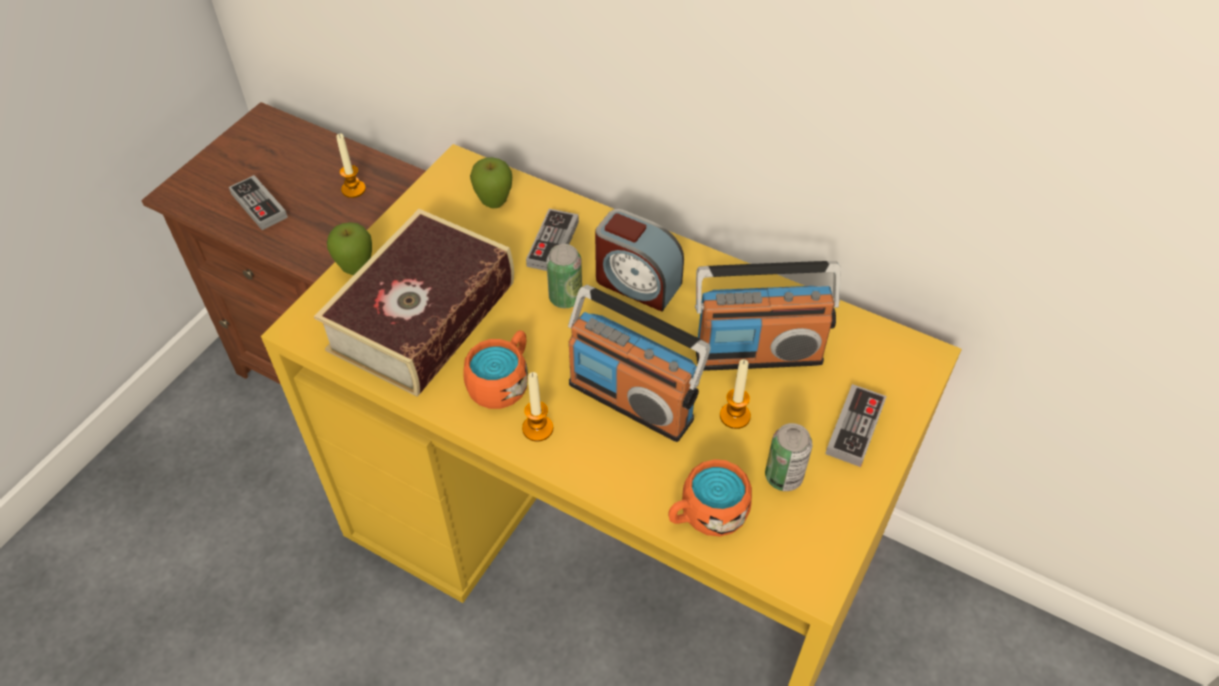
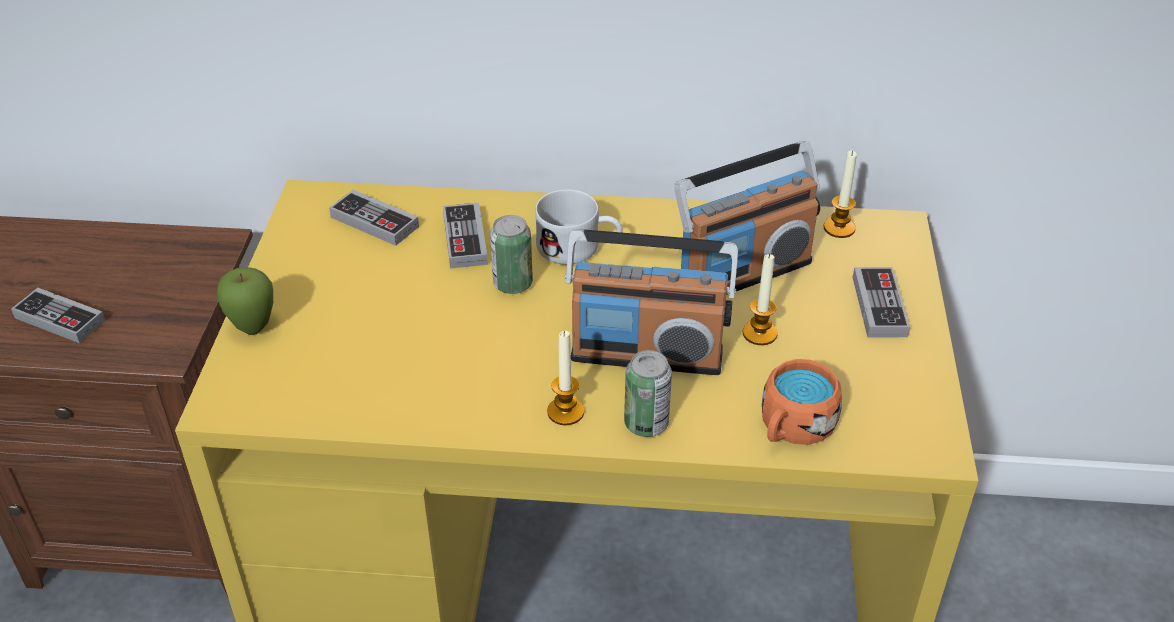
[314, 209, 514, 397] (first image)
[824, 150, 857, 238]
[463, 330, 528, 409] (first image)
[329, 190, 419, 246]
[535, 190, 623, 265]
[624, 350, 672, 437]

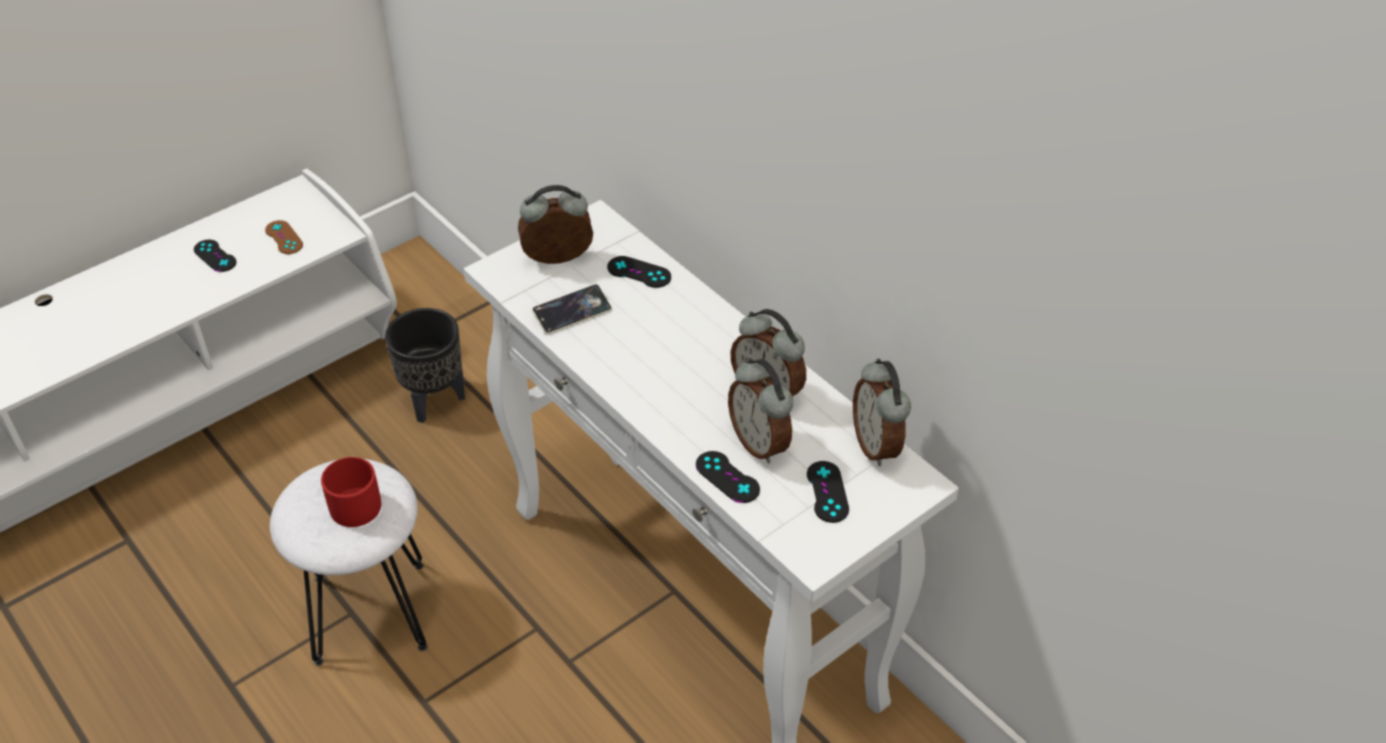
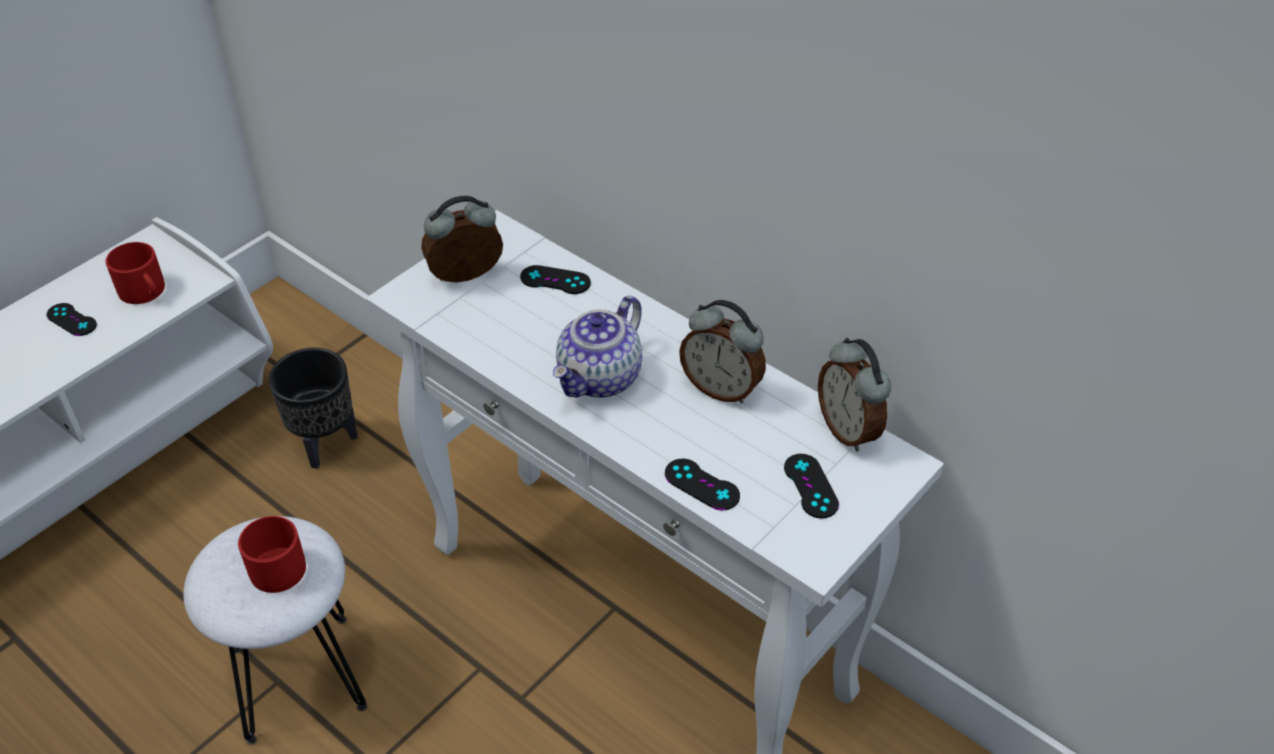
[106, 242, 165, 304]
[532, 284, 612, 335] (first image)
[728, 358, 793, 463] (first image)
[553, 296, 642, 398]

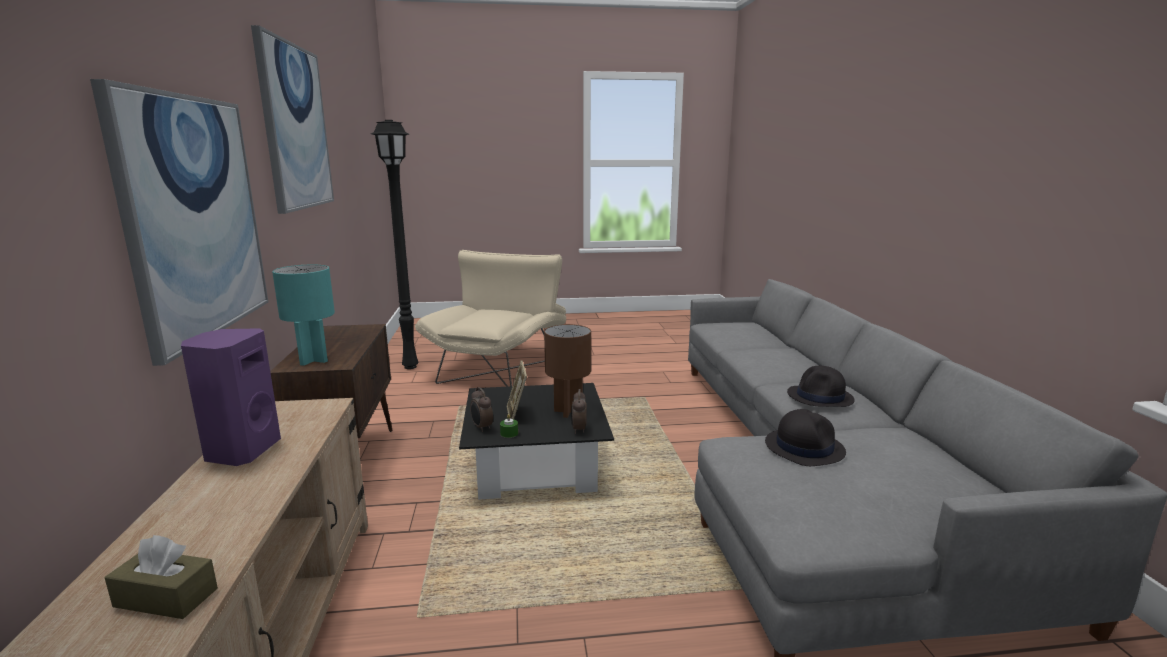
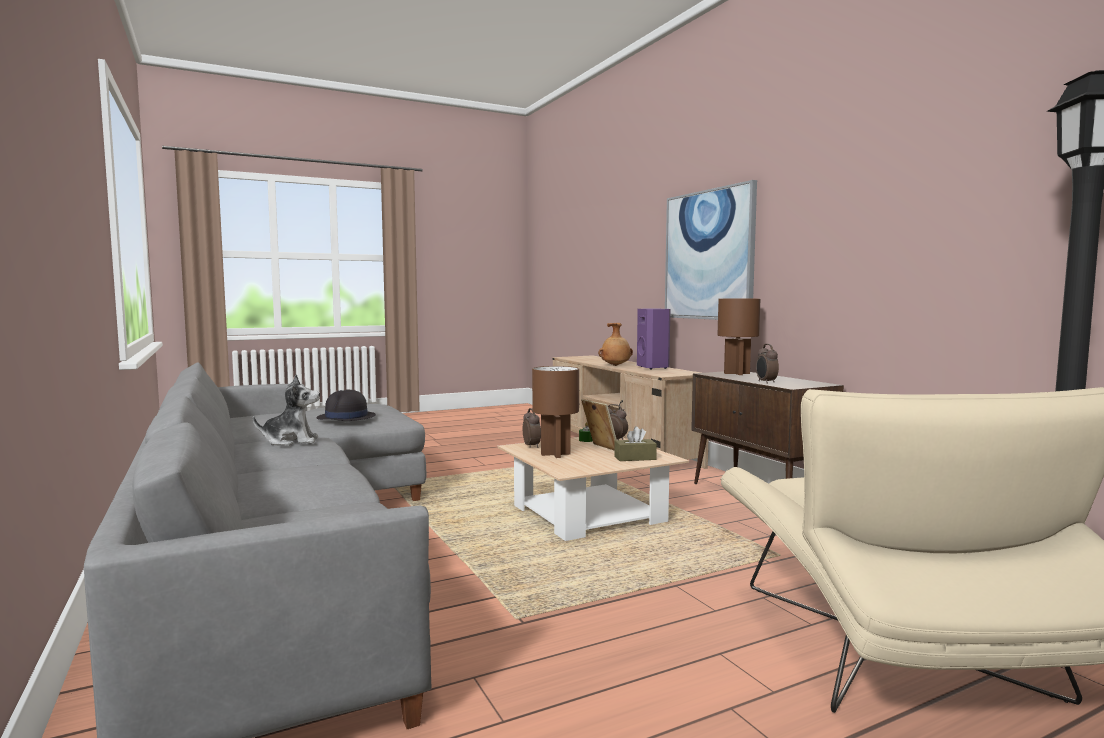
[614, 426, 657, 461]
[251, 25, 334, 214] (first image)
[718, 299, 760, 375]
[497, 437, 689, 541]
[253, 374, 320, 446]
[598, 323, 633, 366]
[756, 344, 779, 384]

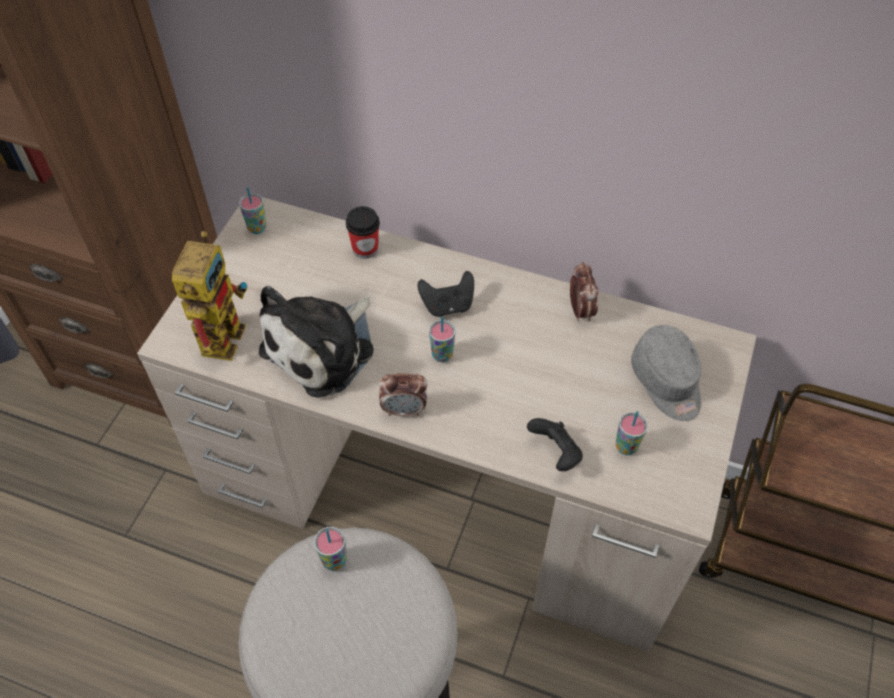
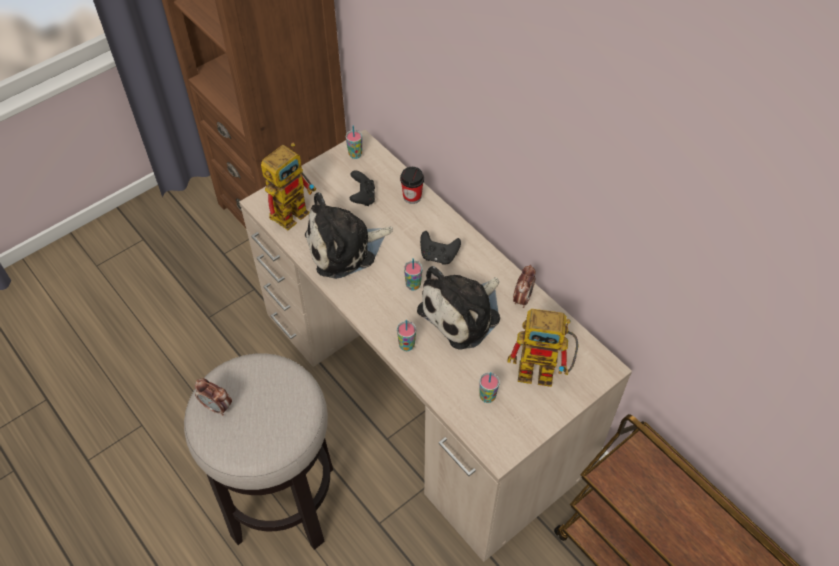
[397, 320, 416, 351]
[195, 378, 232, 415]
[349, 171, 375, 206]
[507, 309, 578, 387]
[417, 266, 500, 349]

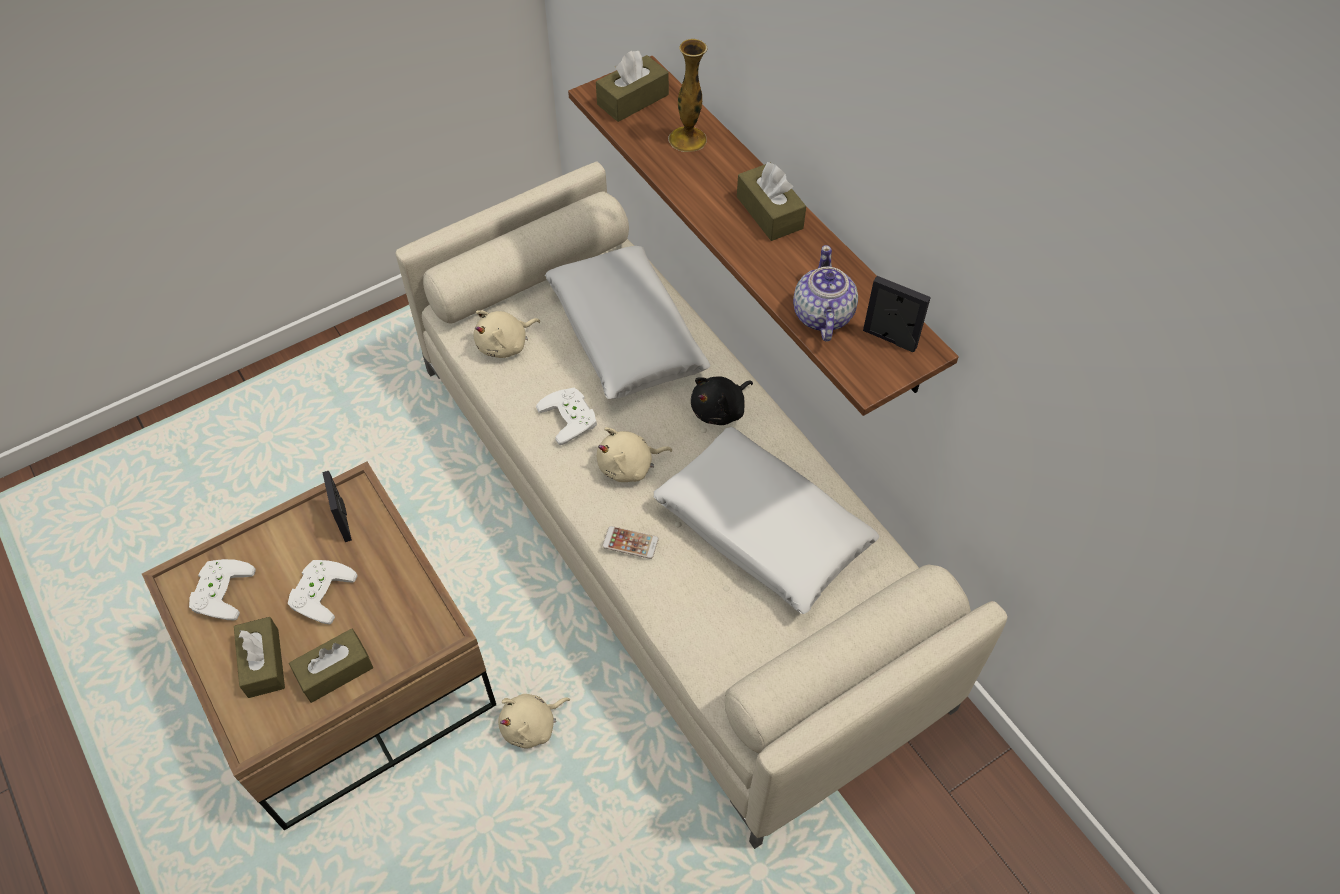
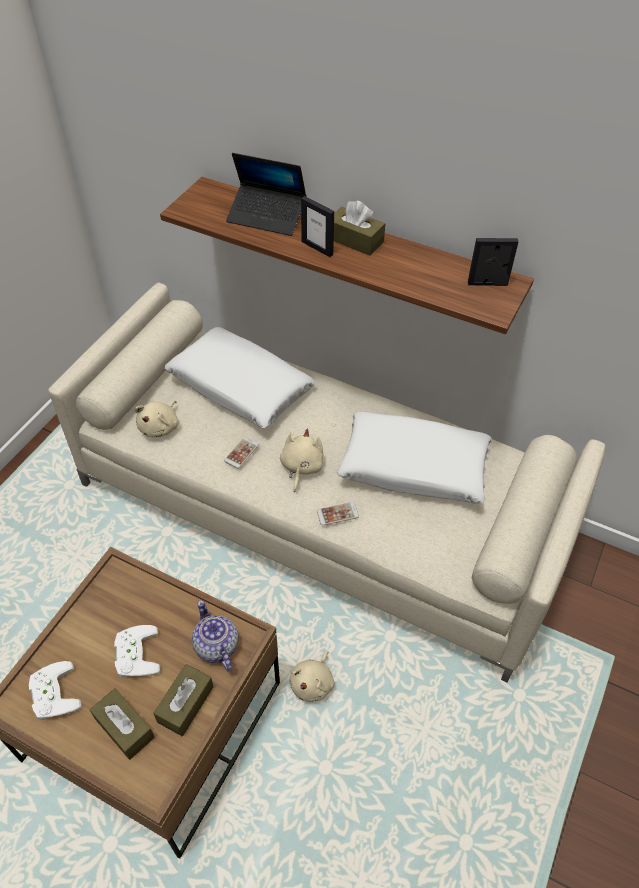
[301, 196, 334, 257]
[224, 437, 259, 468]
[596, 50, 669, 122] (first image)
[280, 428, 323, 492]
[226, 153, 307, 236]
[691, 376, 753, 425] (first image)
[192, 600, 239, 671]

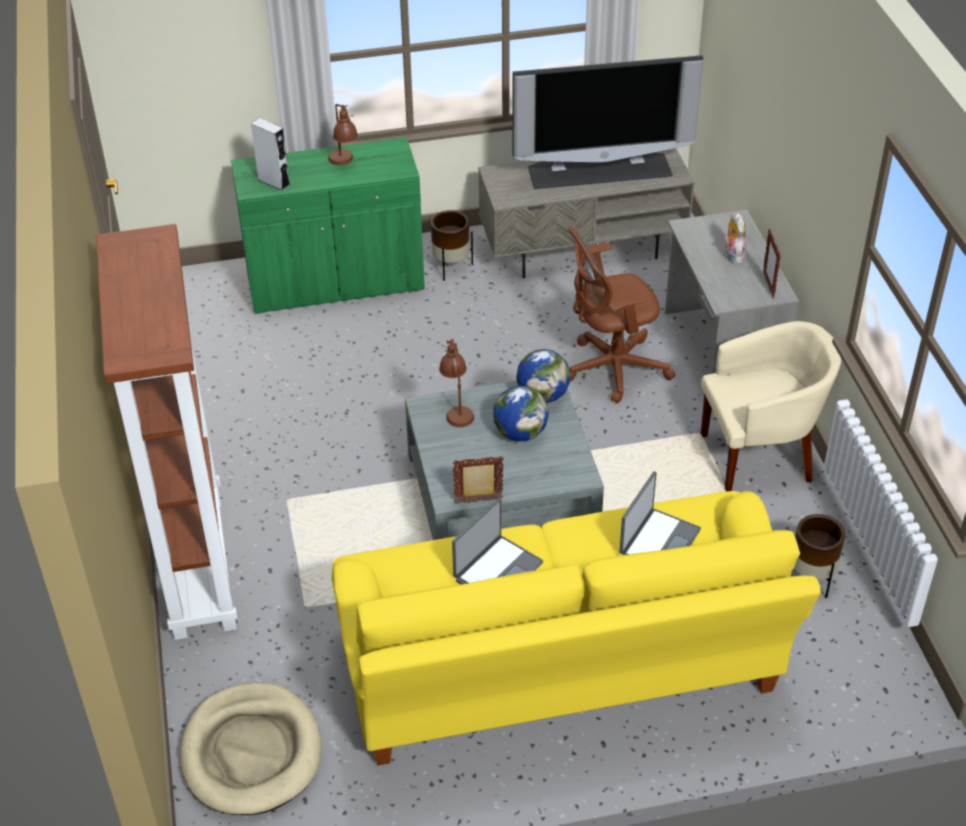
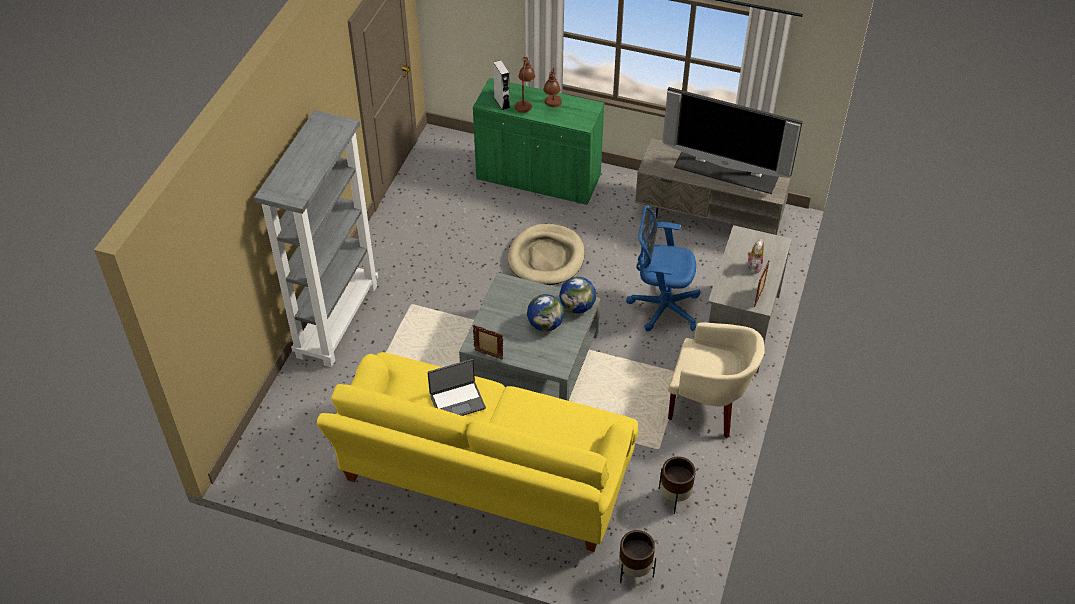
[254, 110, 378, 367]
[508, 224, 584, 285]
[619, 530, 656, 583]
[515, 57, 535, 113]
[626, 206, 701, 331]
[619, 471, 701, 555] (first image)

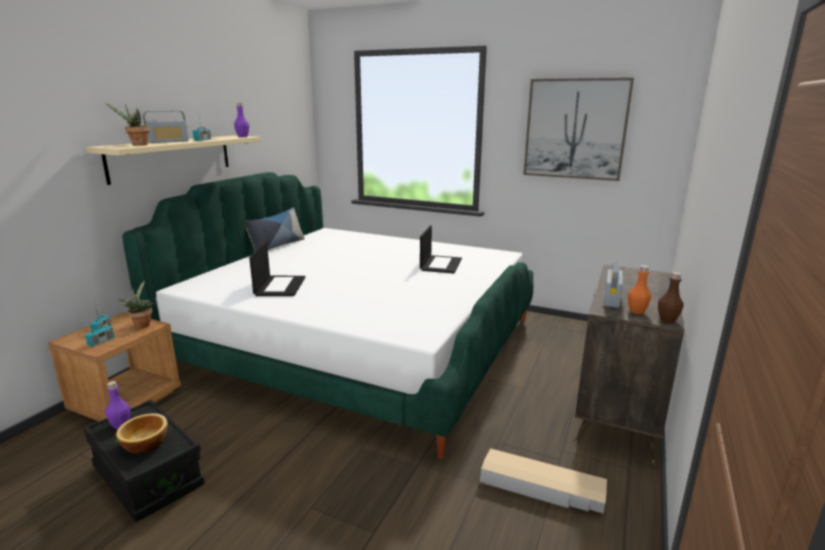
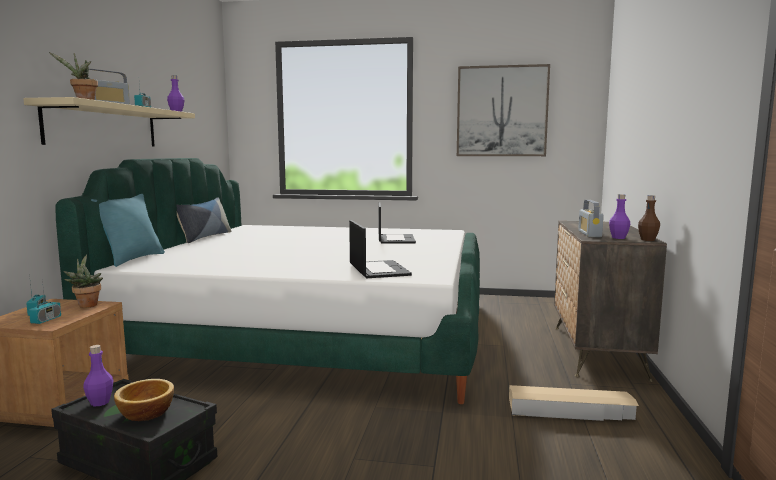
[349, 220, 412, 278]
[609, 194, 630, 239]
[91, 194, 165, 267]

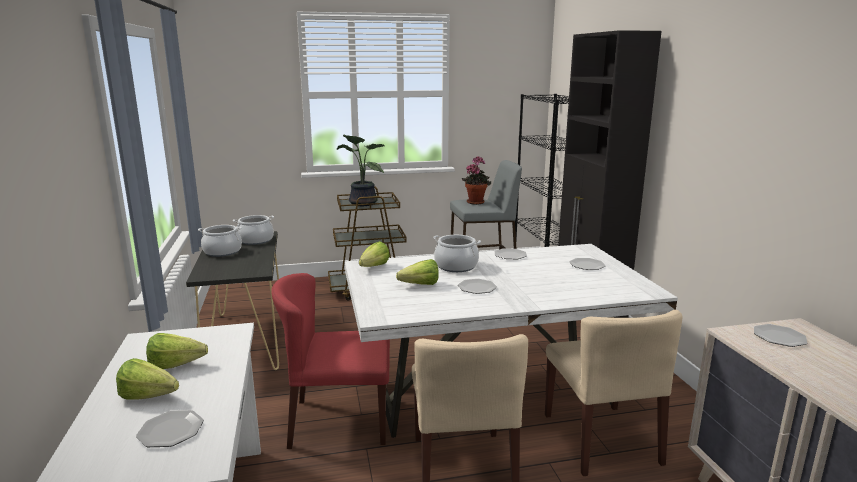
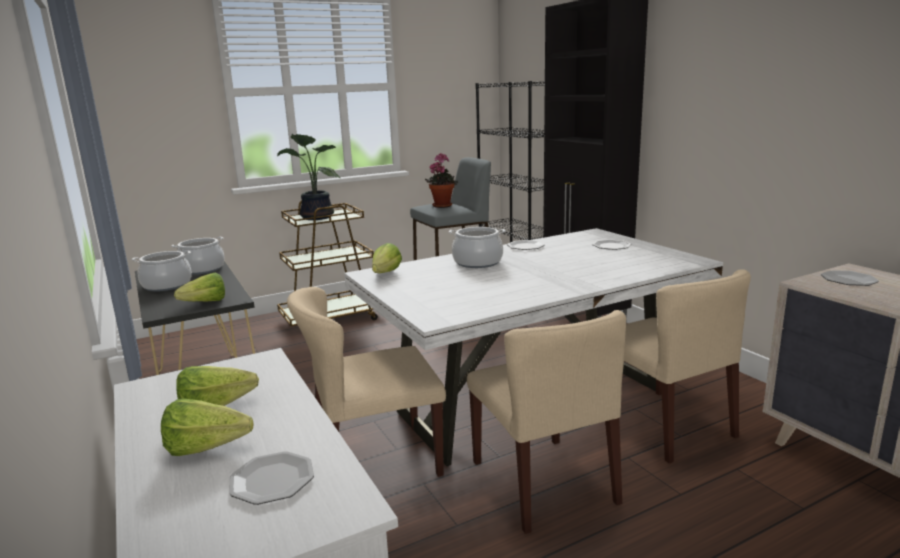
[287, 287, 446, 477]
[174, 273, 225, 301]
[458, 279, 497, 294] (first image)

